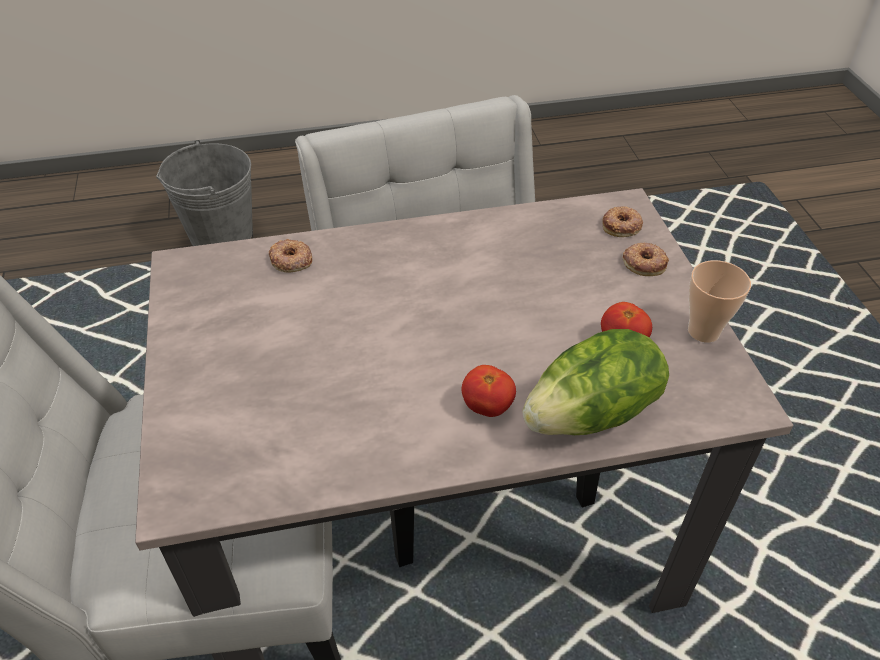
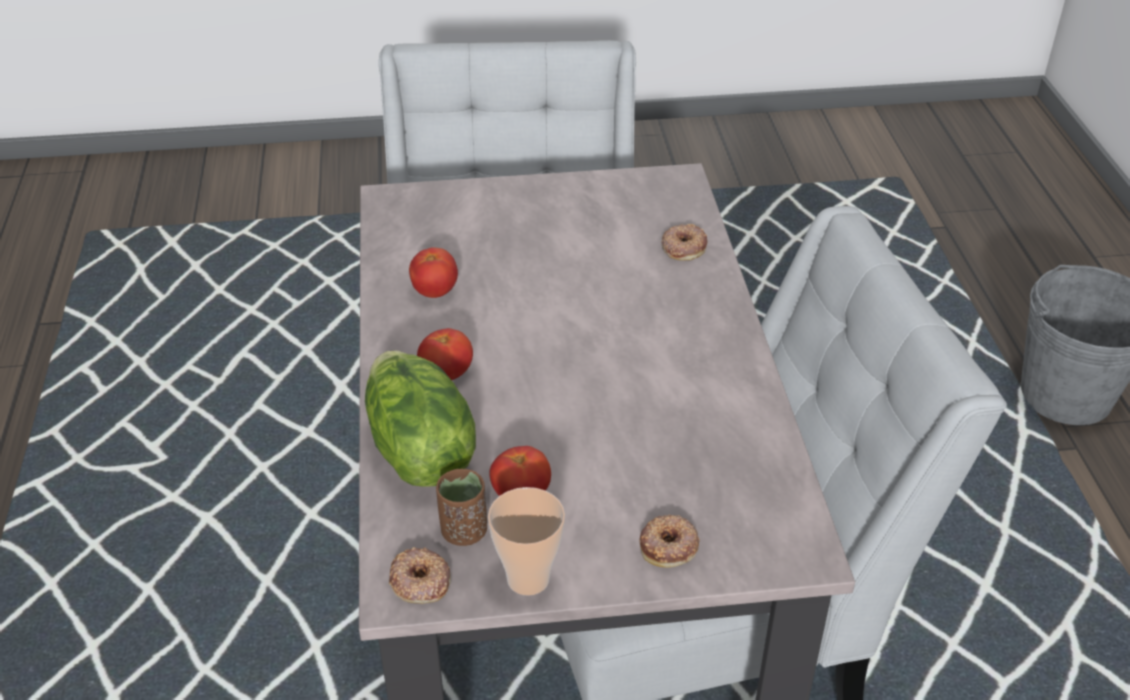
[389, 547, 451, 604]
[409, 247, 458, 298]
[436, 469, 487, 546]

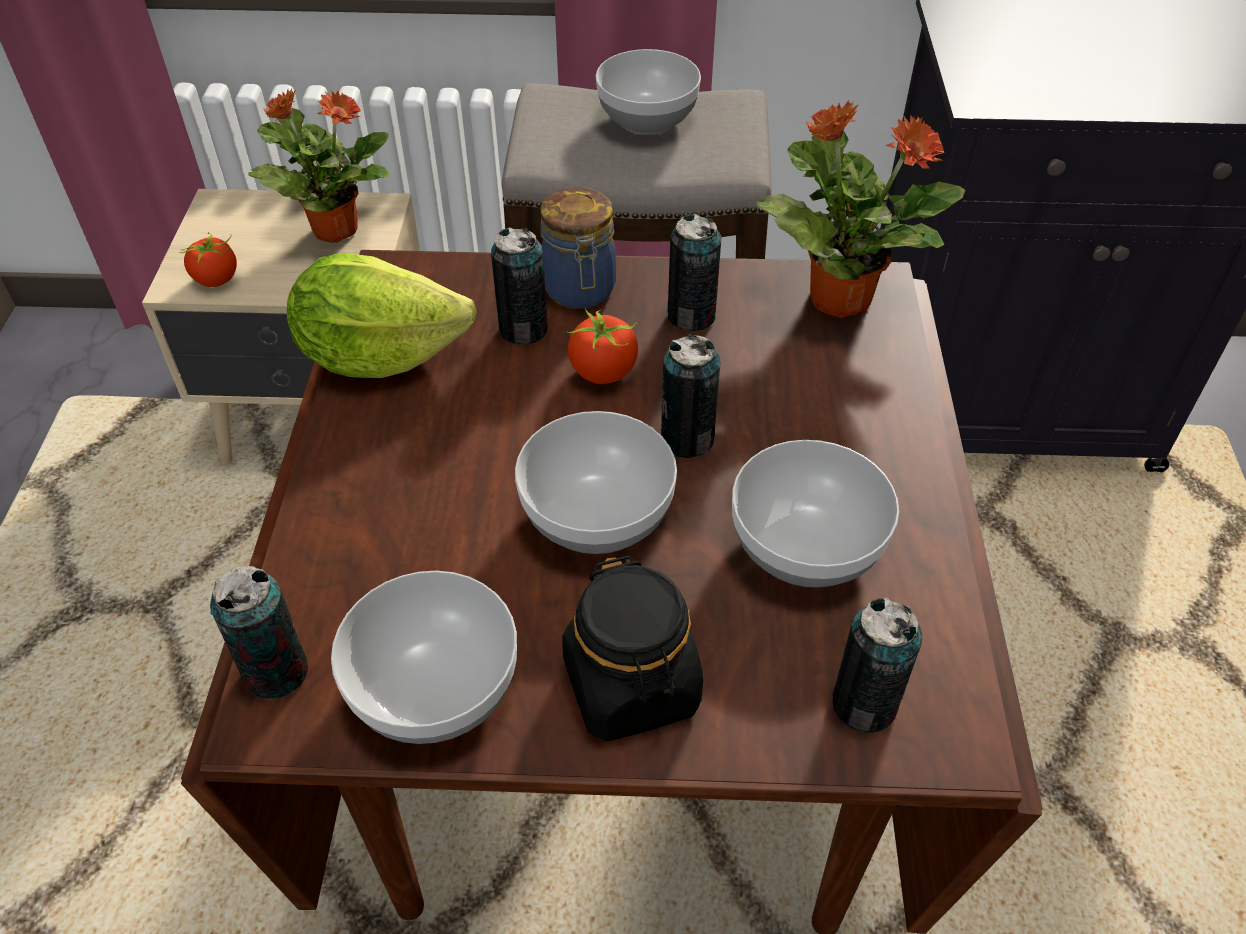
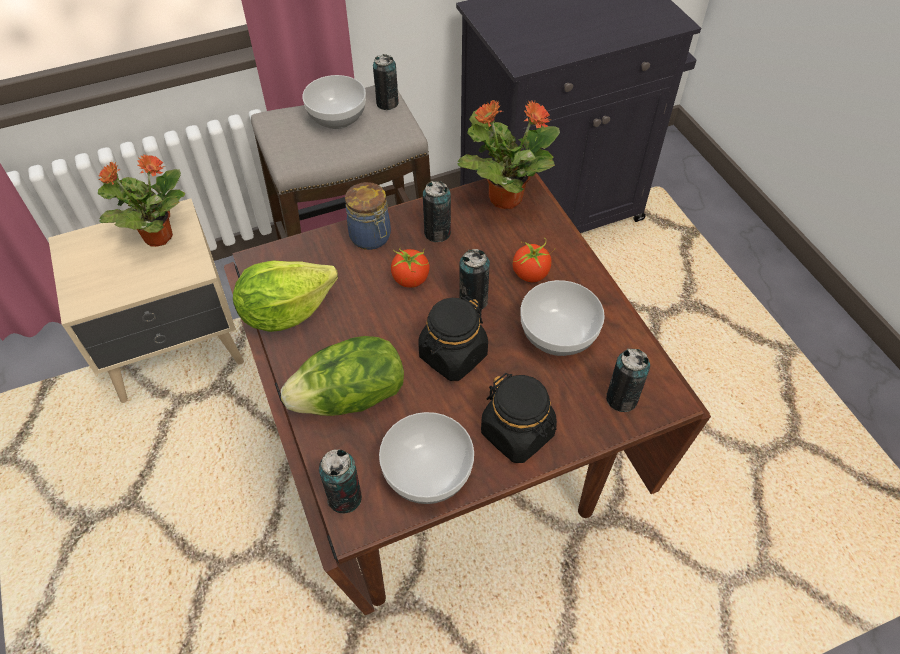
[513, 238, 556, 282]
[373, 54, 399, 110]
[418, 296, 488, 381]
[281, 336, 404, 416]

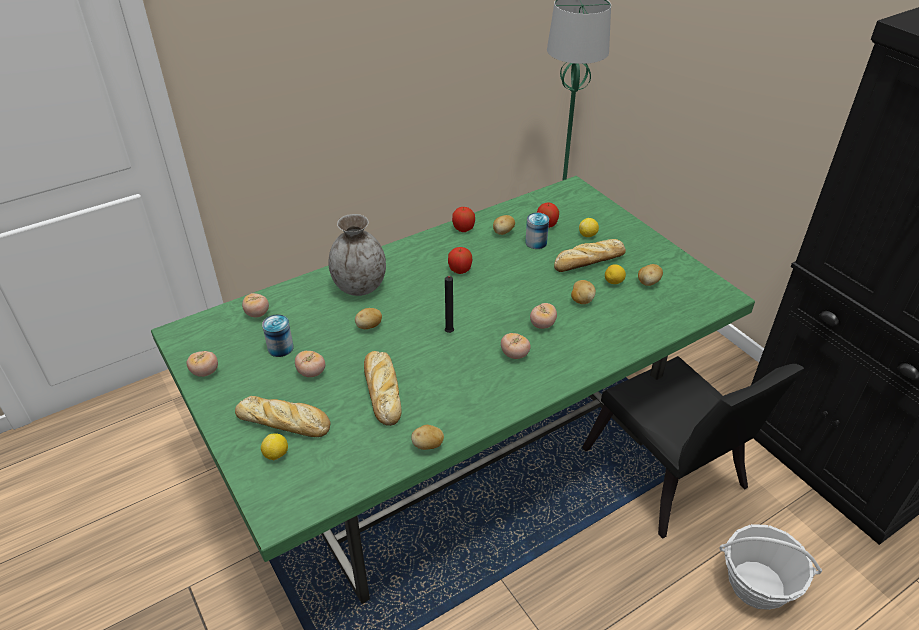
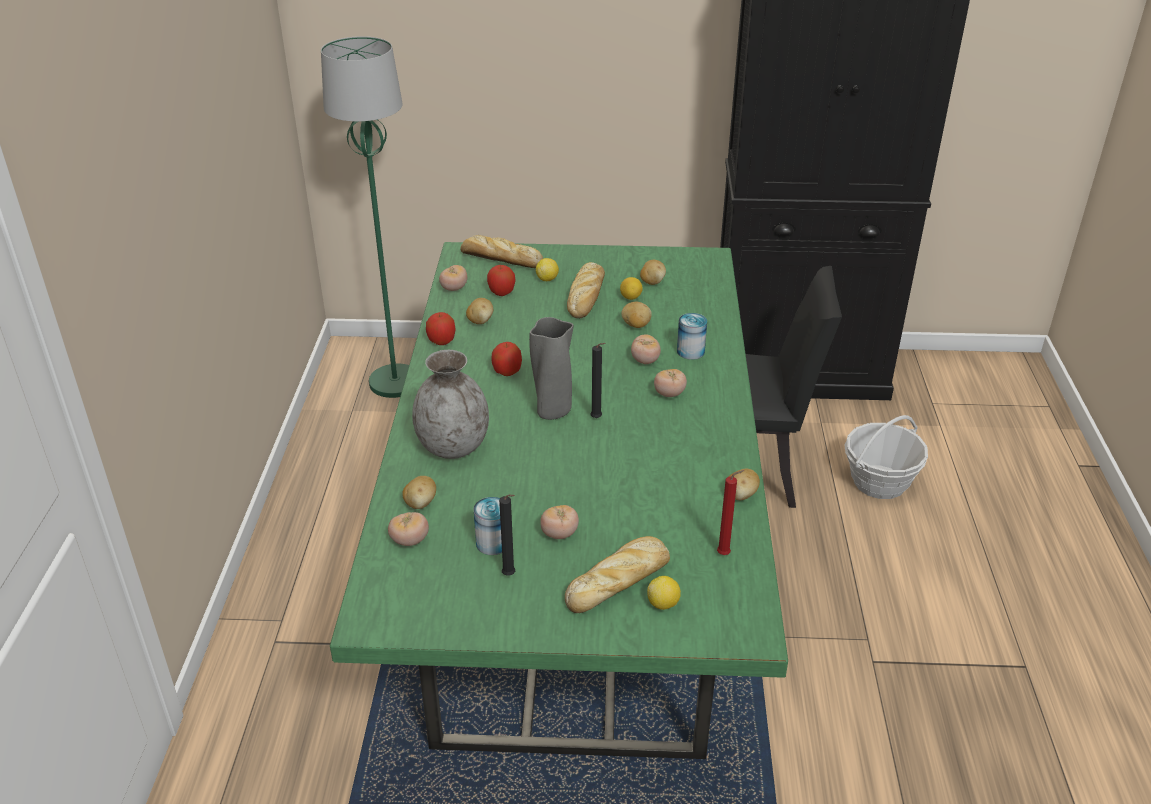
[439, 265, 467, 291]
[402, 476, 436, 509]
[460, 235, 543, 268]
[677, 313, 707, 360]
[499, 494, 515, 576]
[529, 317, 574, 420]
[717, 470, 744, 555]

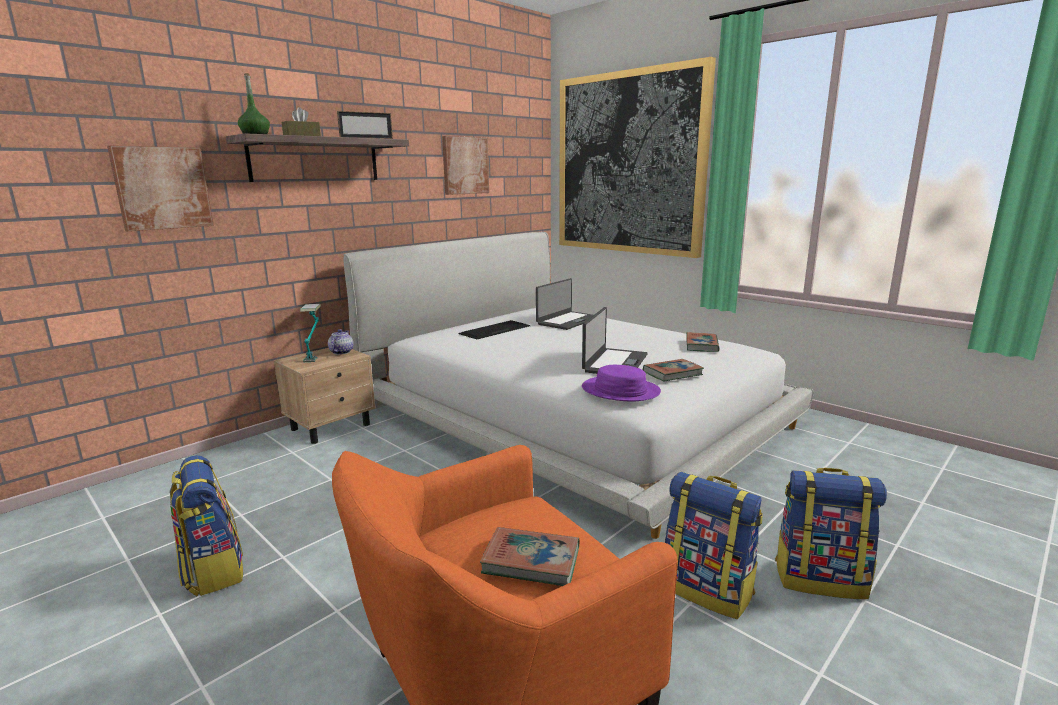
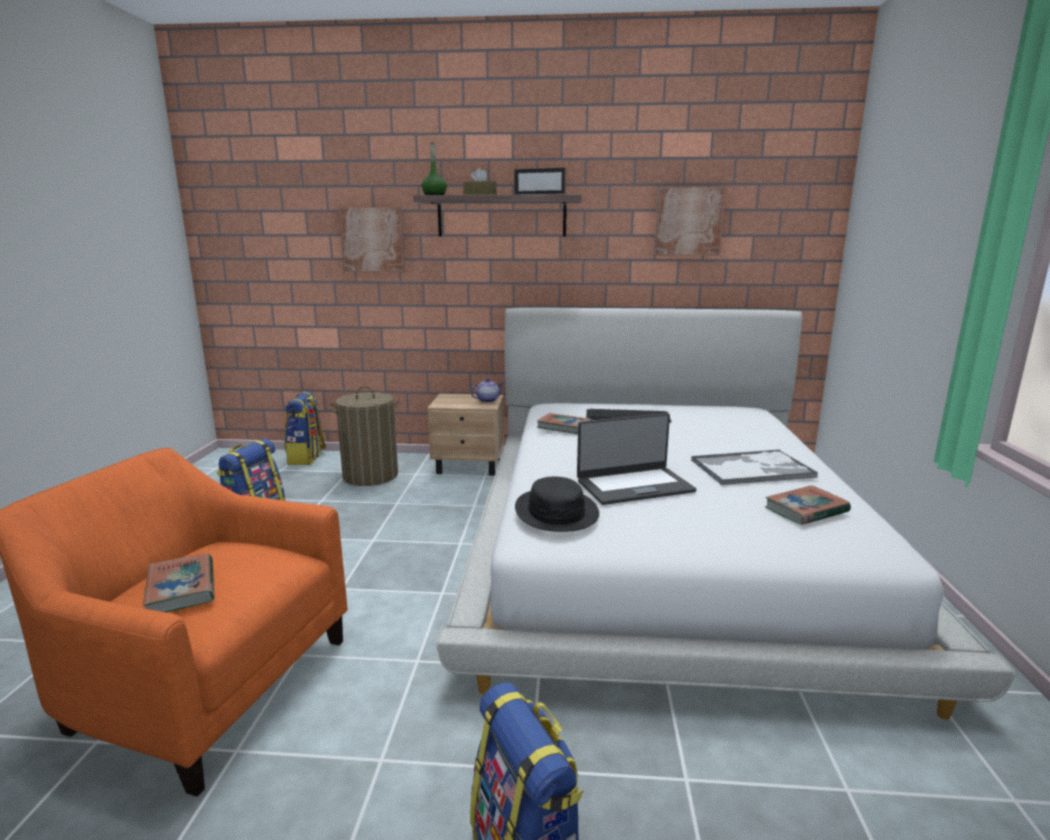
[300, 304, 321, 362] (first image)
[536, 278, 593, 330] (first image)
[559, 57, 716, 258] (first image)
[515, 476, 599, 532]
[537, 413, 592, 434]
[284, 391, 327, 465]
[328, 386, 401, 486]
[691, 450, 818, 485]

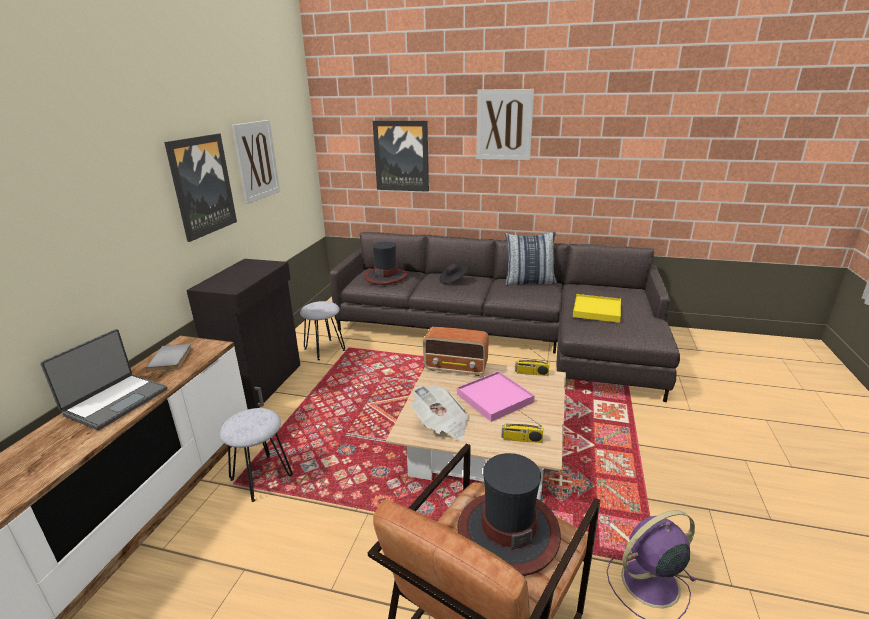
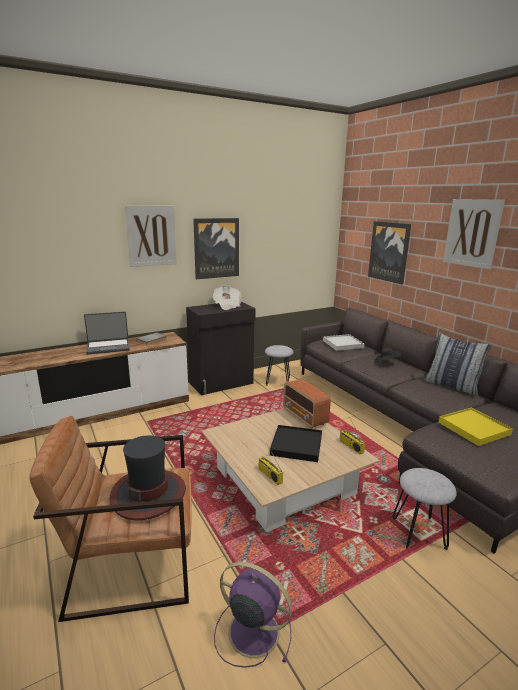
[392, 468, 457, 550]
[125, 206, 177, 267]
[323, 334, 364, 351]
[212, 285, 241, 310]
[270, 425, 322, 462]

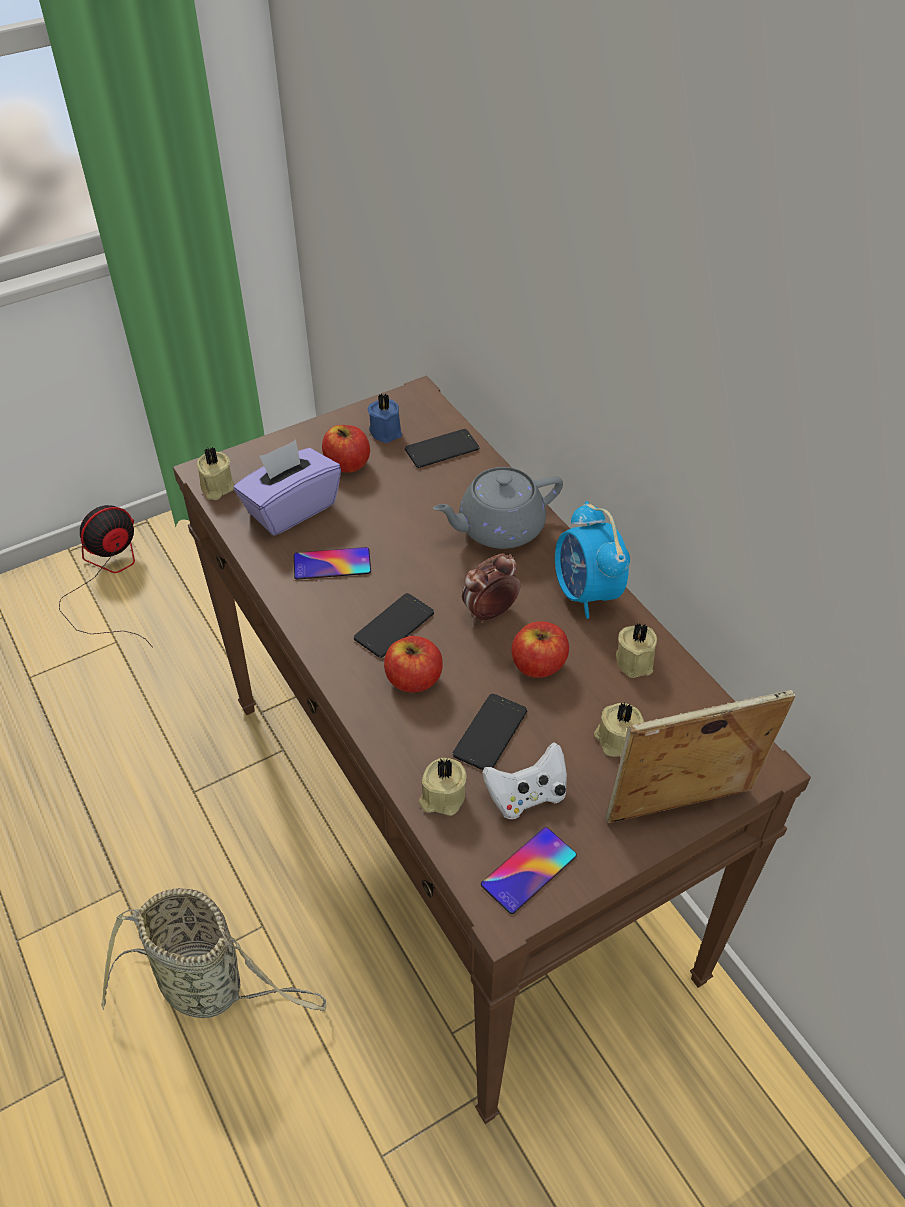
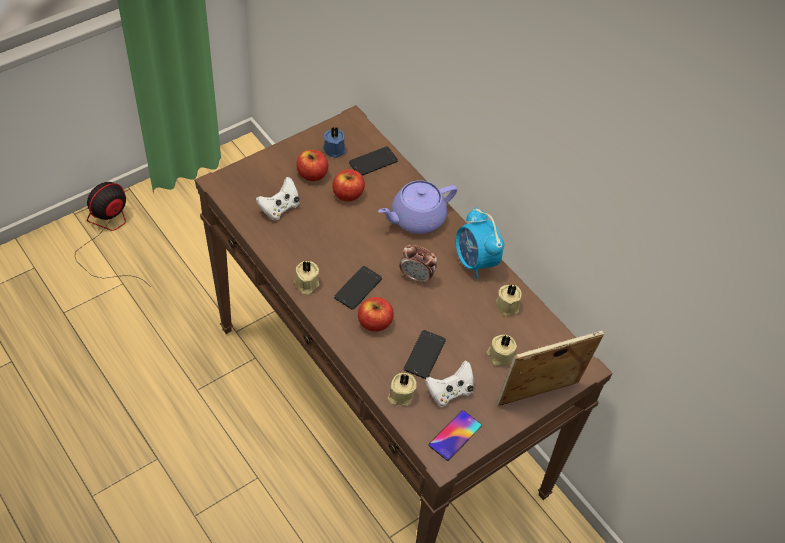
[101, 888, 326, 1018] (first image)
[294, 261, 319, 295]
[256, 177, 299, 220]
[294, 547, 371, 580] (first image)
[378, 180, 457, 234]
[399, 245, 437, 285]
[332, 170, 365, 202]

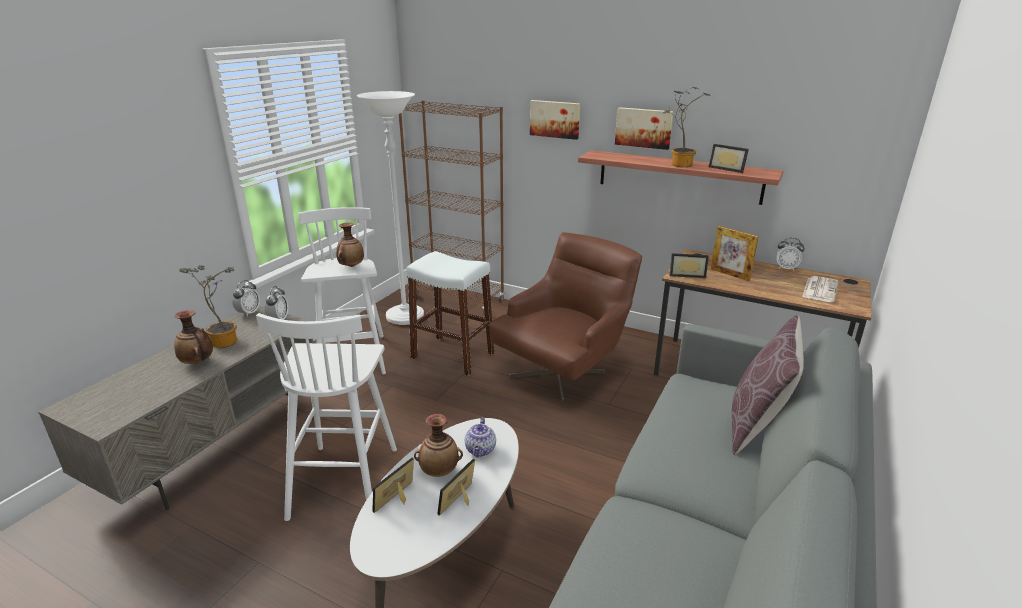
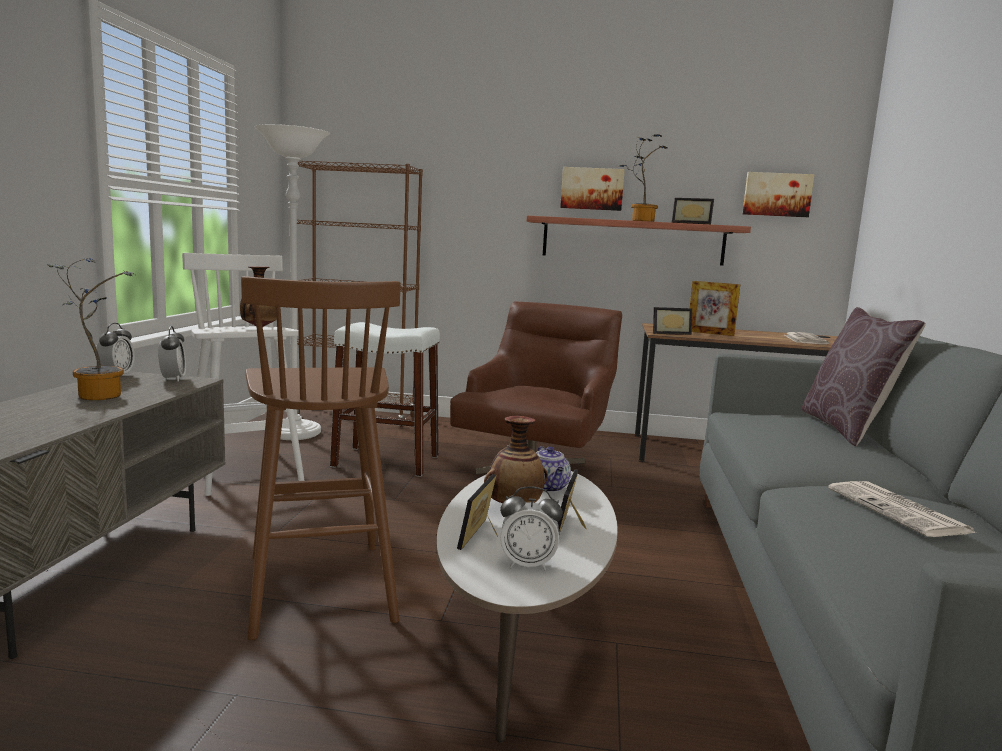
[174, 310, 213, 364] (first image)
[241, 276, 401, 640]
[743, 172, 815, 217]
[500, 486, 563, 570]
[828, 481, 976, 537]

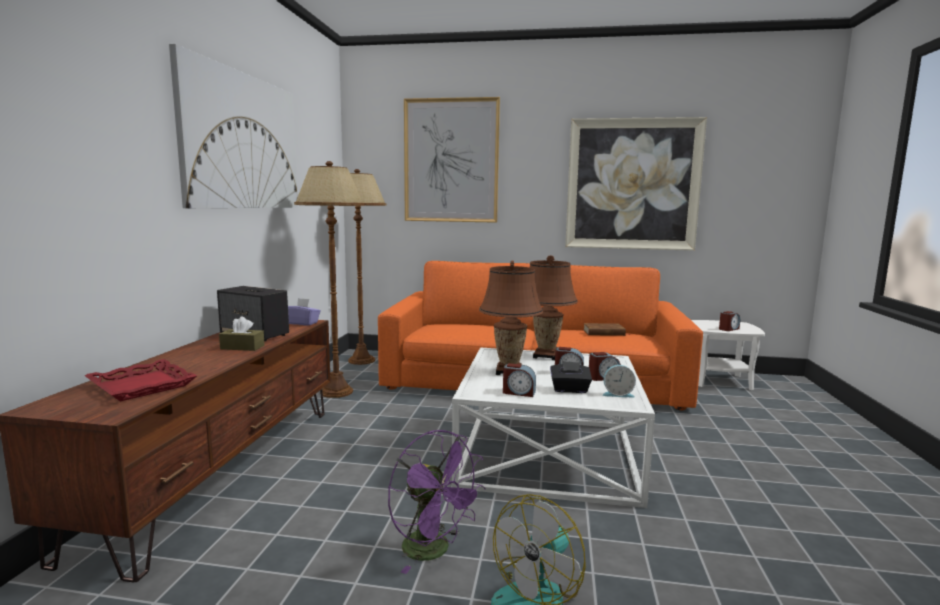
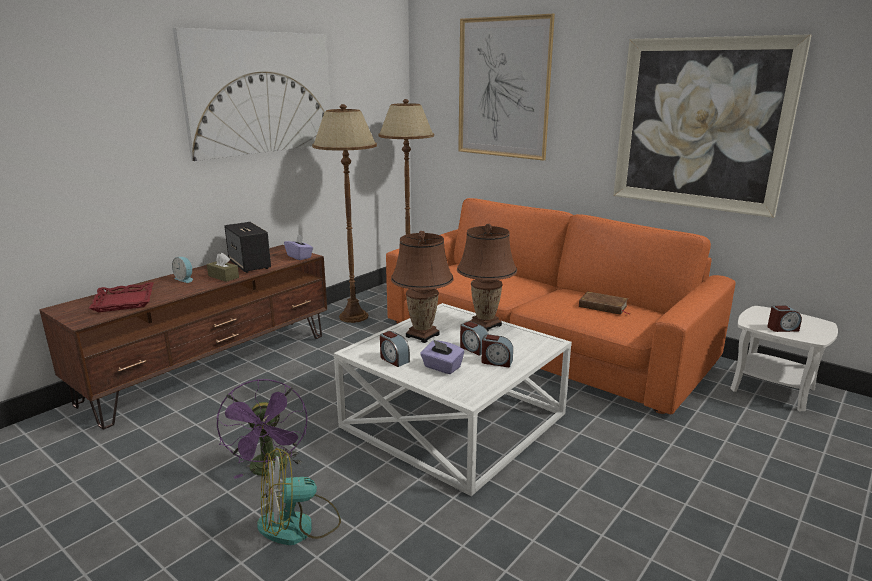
[420, 340, 465, 374]
[172, 257, 193, 283]

